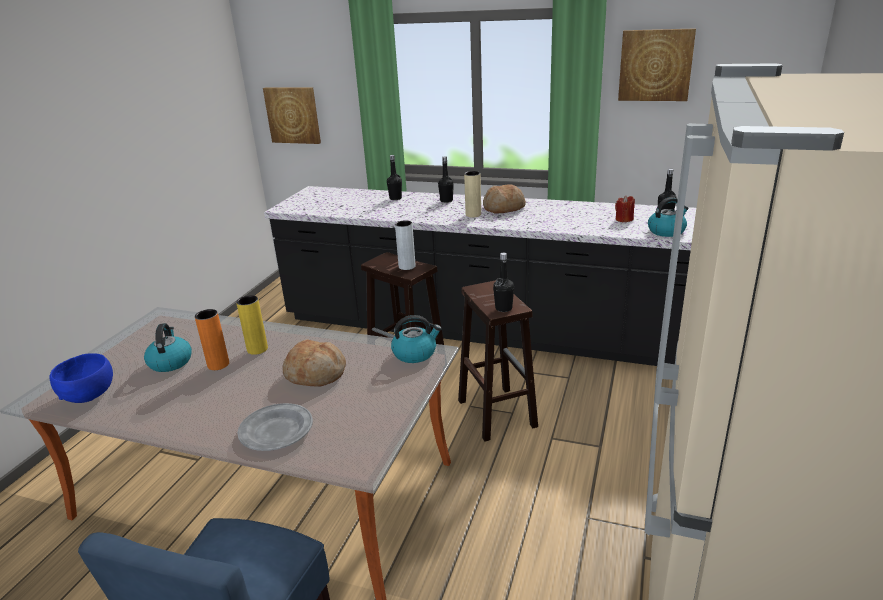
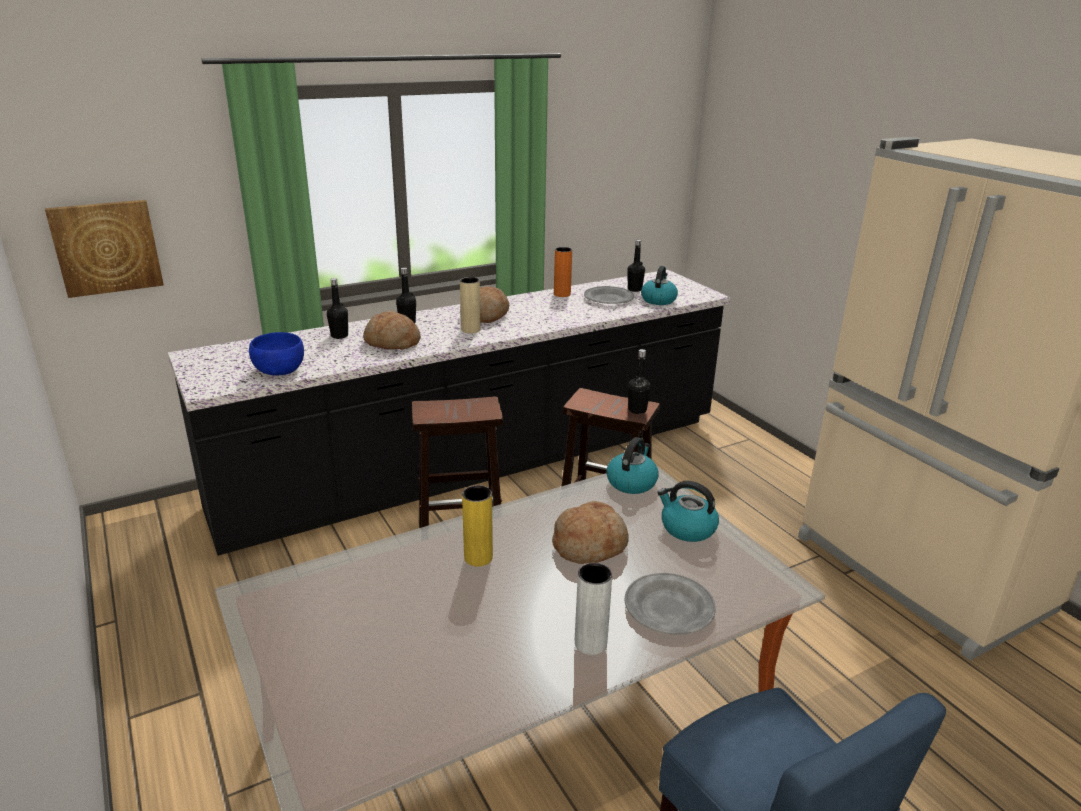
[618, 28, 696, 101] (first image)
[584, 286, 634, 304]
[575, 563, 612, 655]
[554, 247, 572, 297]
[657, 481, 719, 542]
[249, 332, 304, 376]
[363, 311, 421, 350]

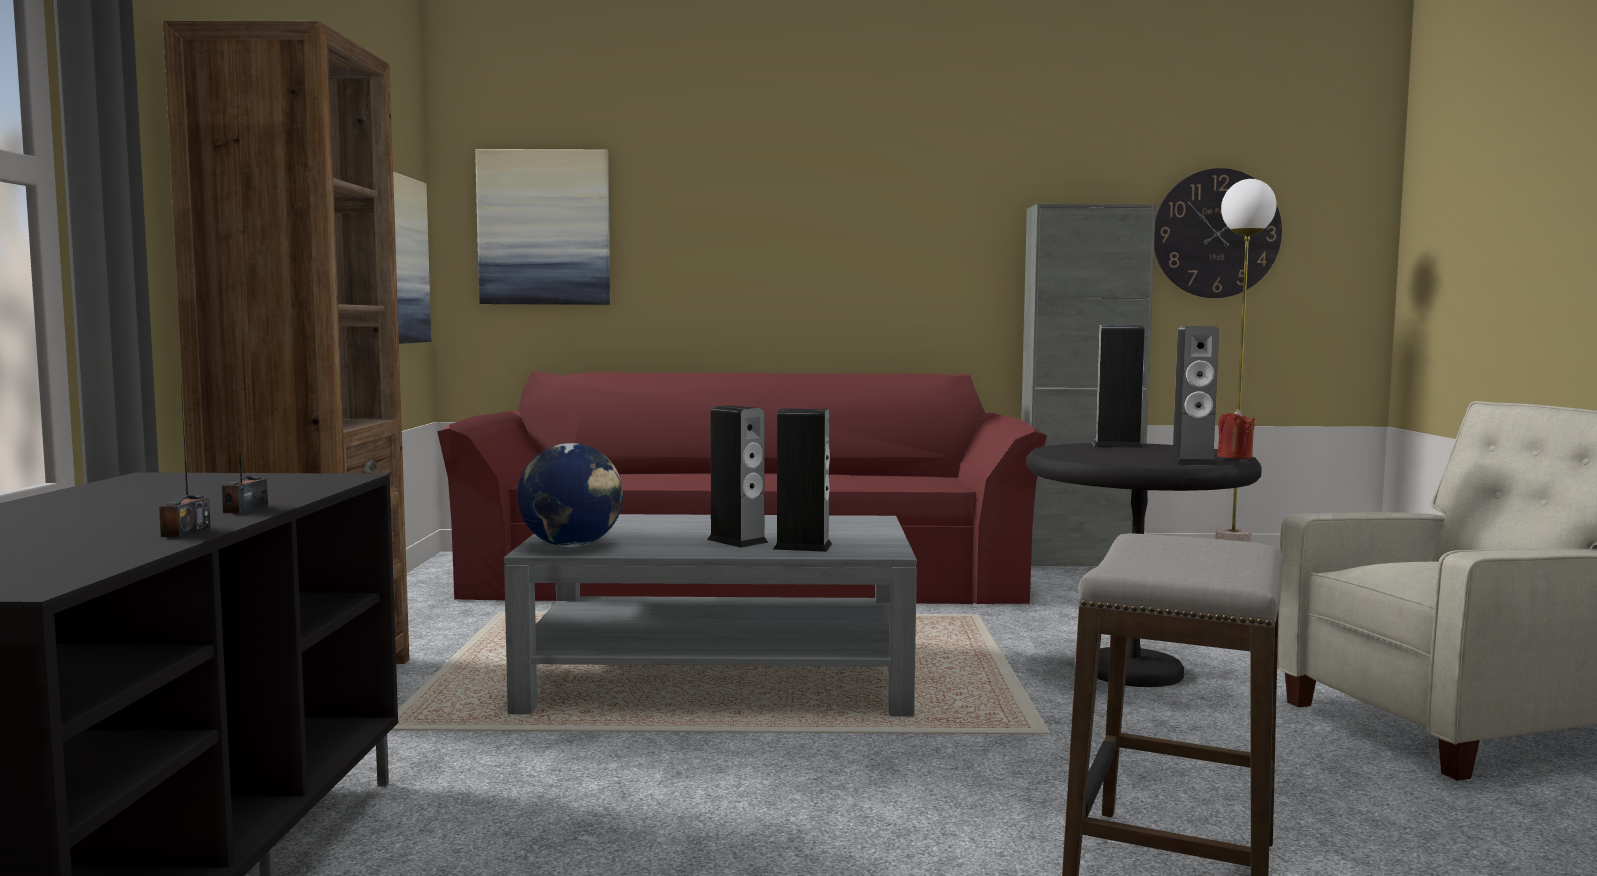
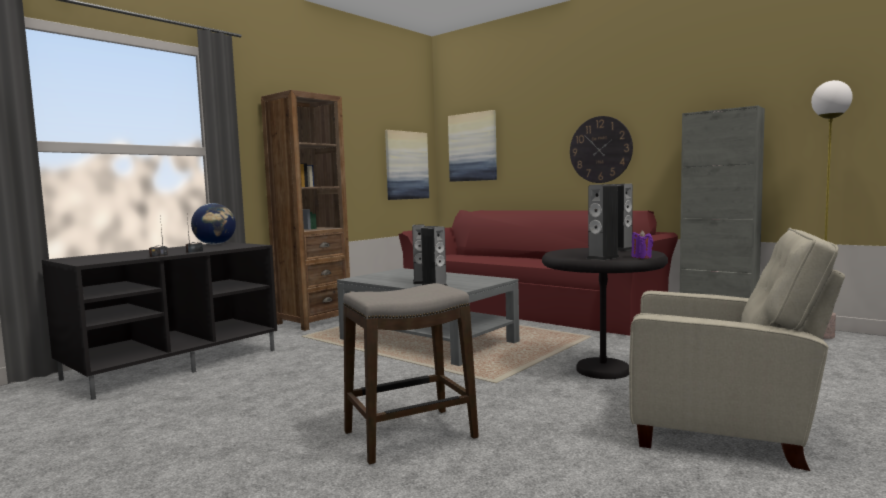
[570, 116, 633, 183]
[631, 230, 653, 259]
[191, 203, 236, 245]

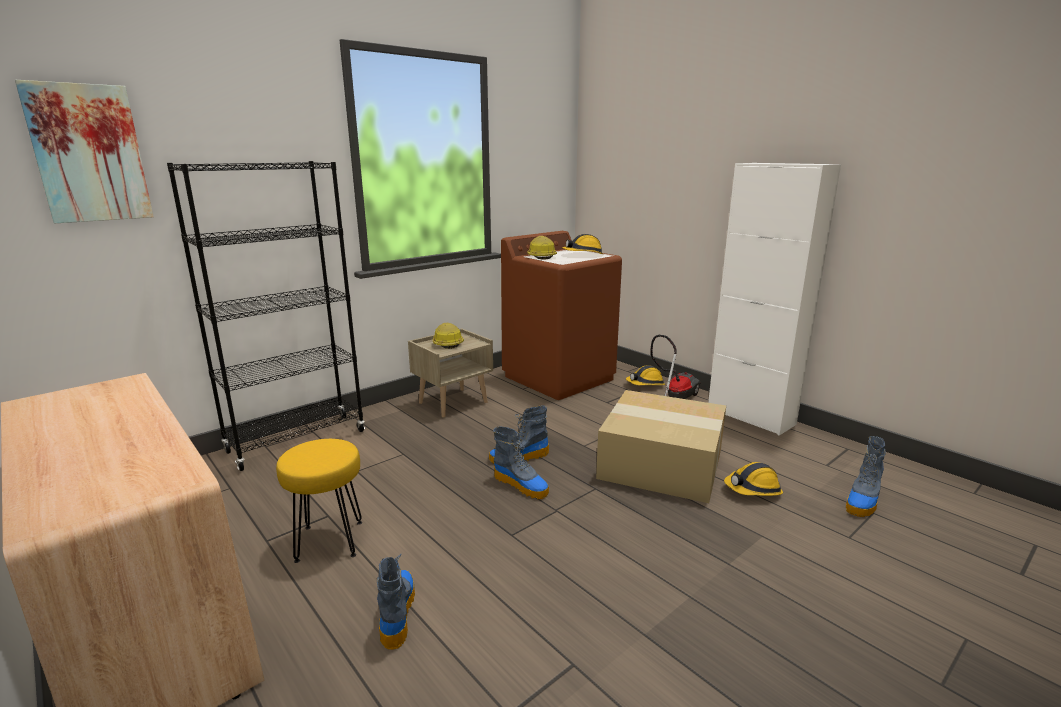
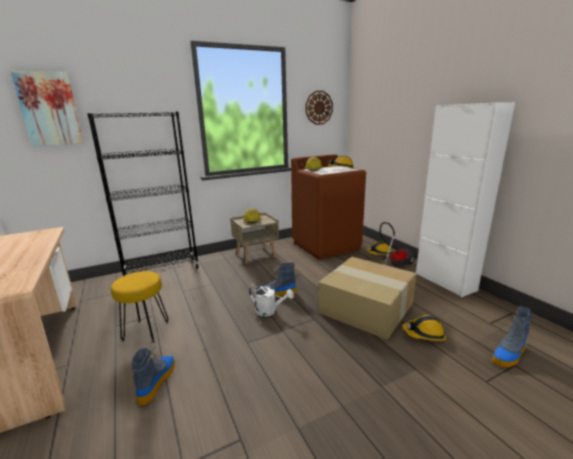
[249, 284, 294, 317]
[306, 91, 333, 125]

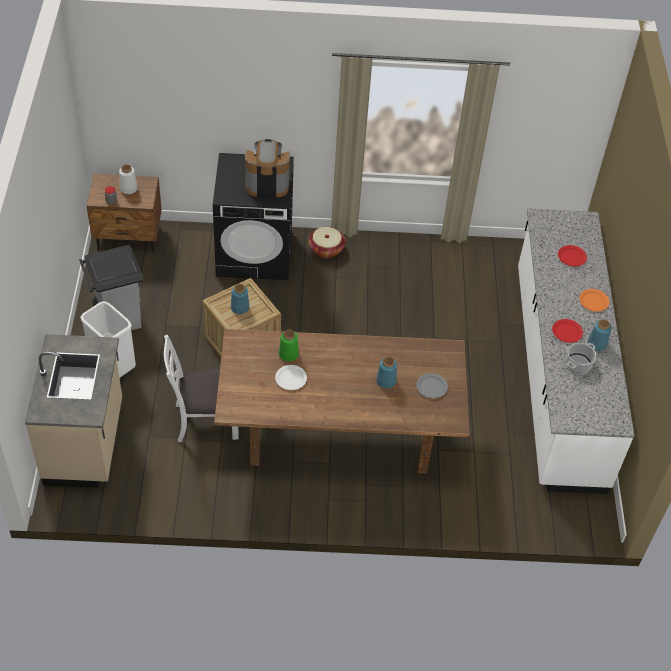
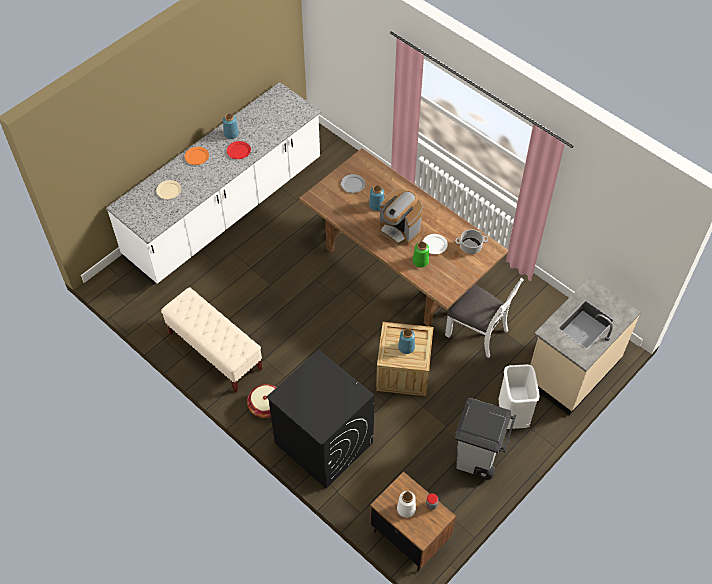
[379, 189, 423, 245]
[156, 180, 181, 199]
[455, 229, 489, 254]
[161, 287, 262, 392]

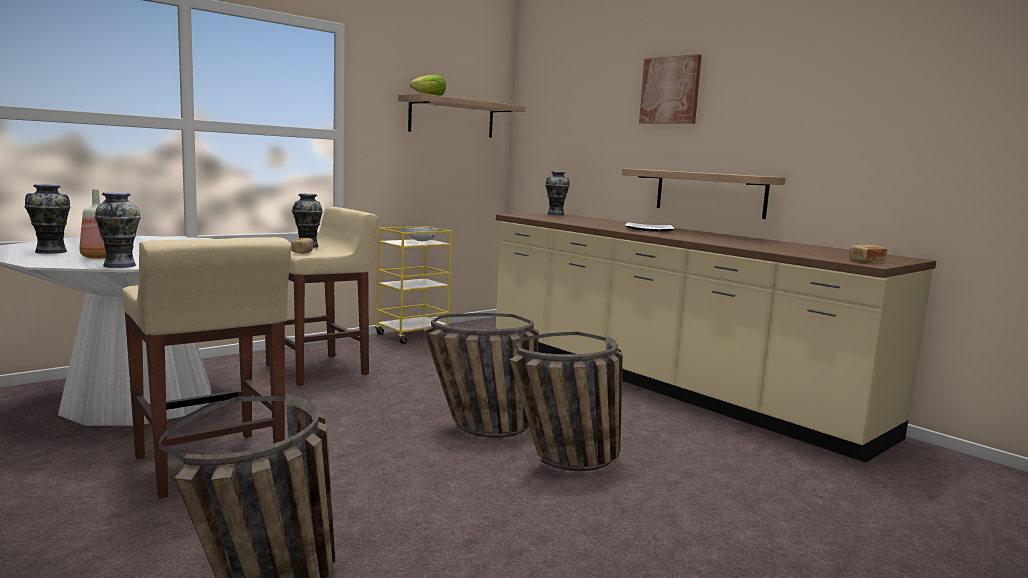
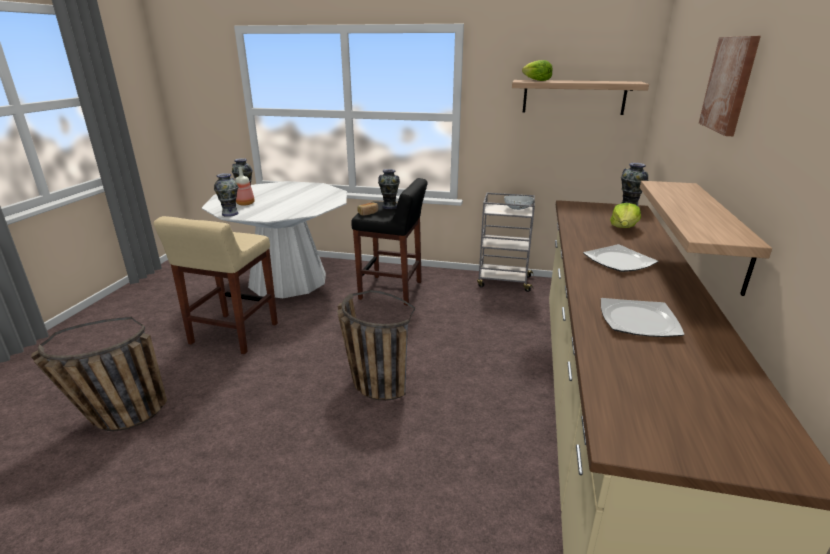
[351, 178, 428, 305]
[477, 193, 535, 292]
[849, 245, 887, 261] (first image)
[509, 332, 623, 471] (first image)
[610, 203, 641, 228]
[601, 298, 685, 337]

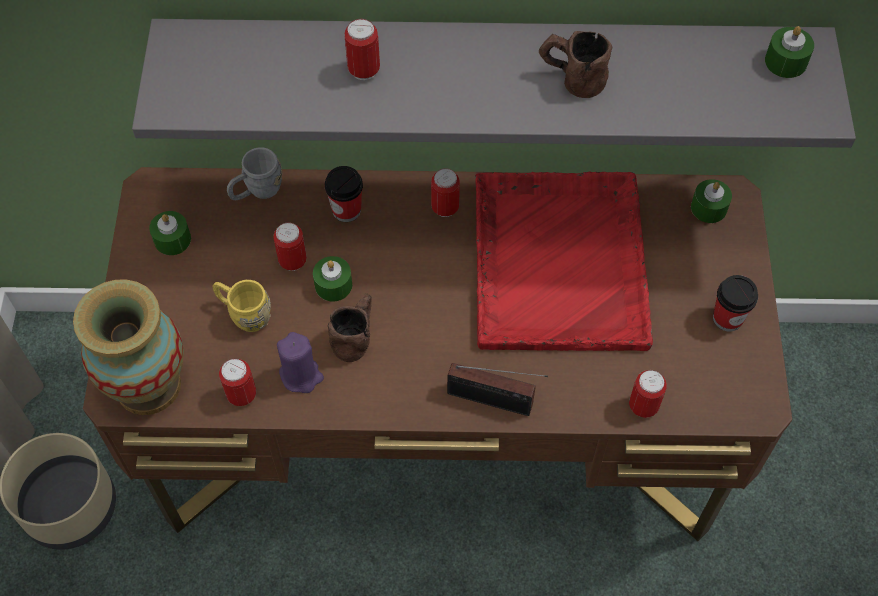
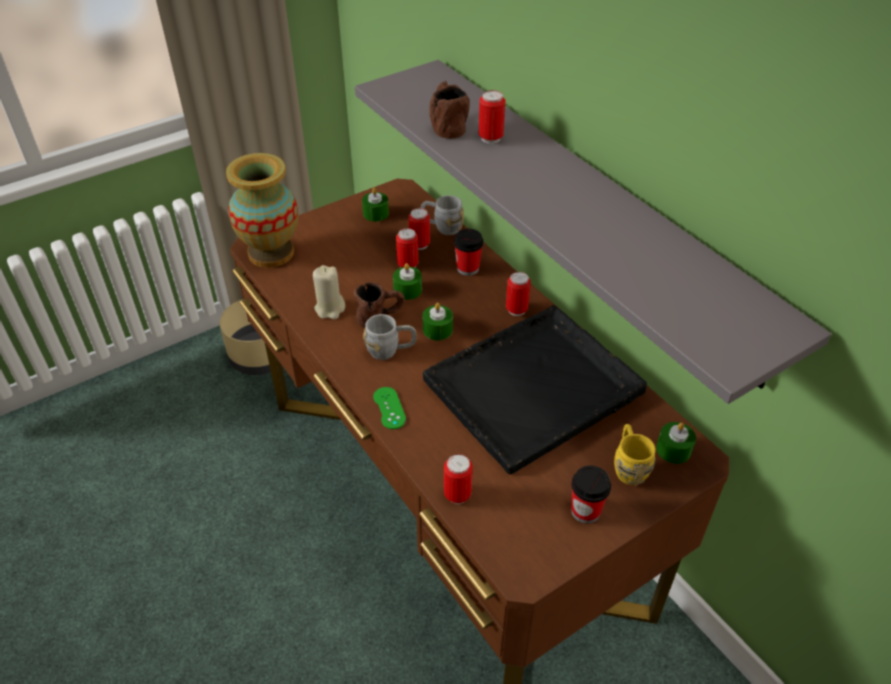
[422, 303, 453, 341]
[429, 81, 470, 139]
[423, 305, 647, 474]
[614, 424, 656, 485]
[313, 265, 345, 319]
[408, 208, 430, 250]
[373, 387, 406, 429]
[363, 314, 417, 360]

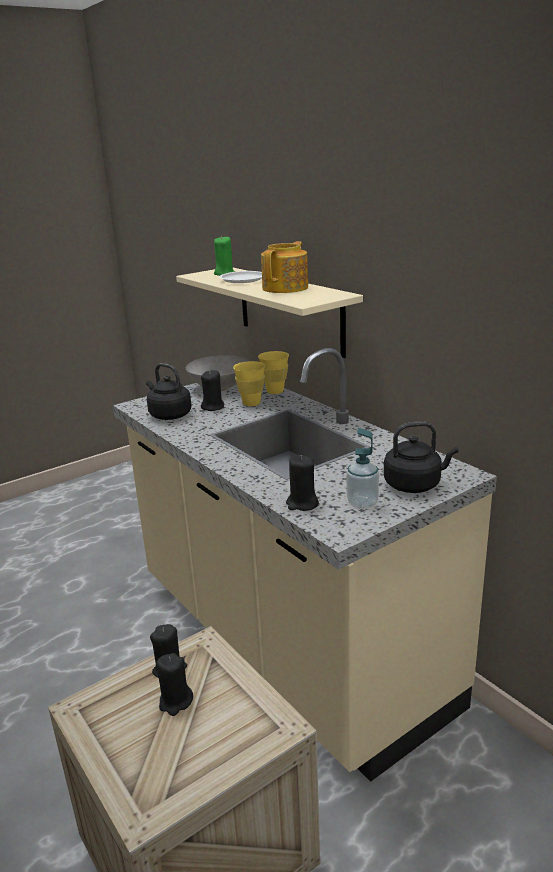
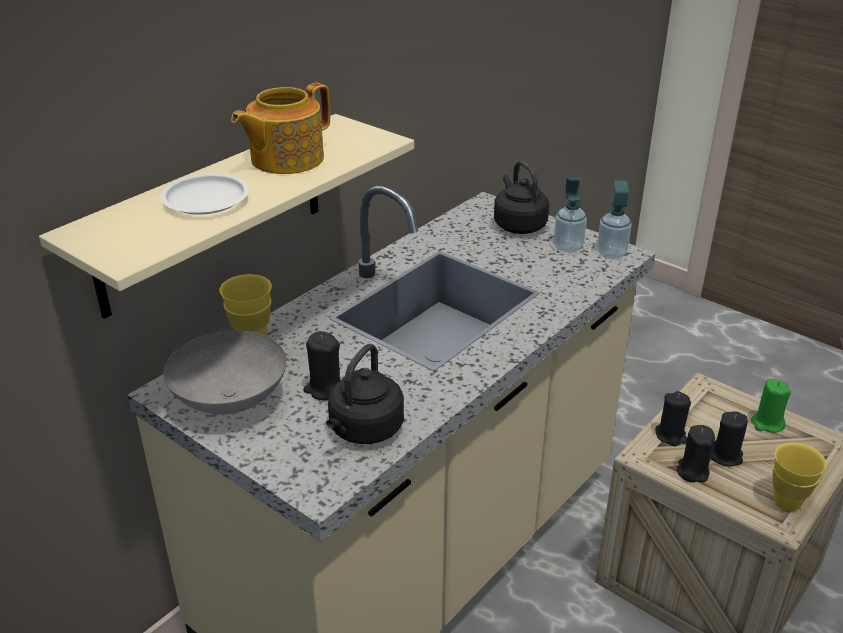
[751, 379, 791, 433]
[231, 83, 330, 174]
[772, 442, 827, 511]
[655, 391, 691, 446]
[597, 181, 631, 259]

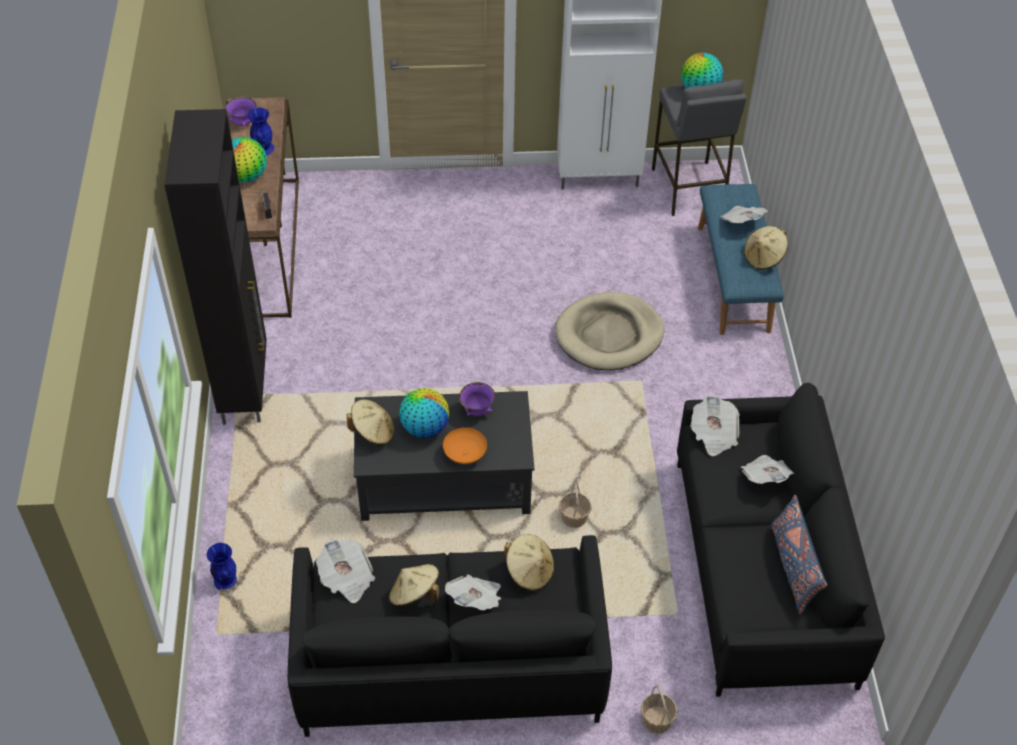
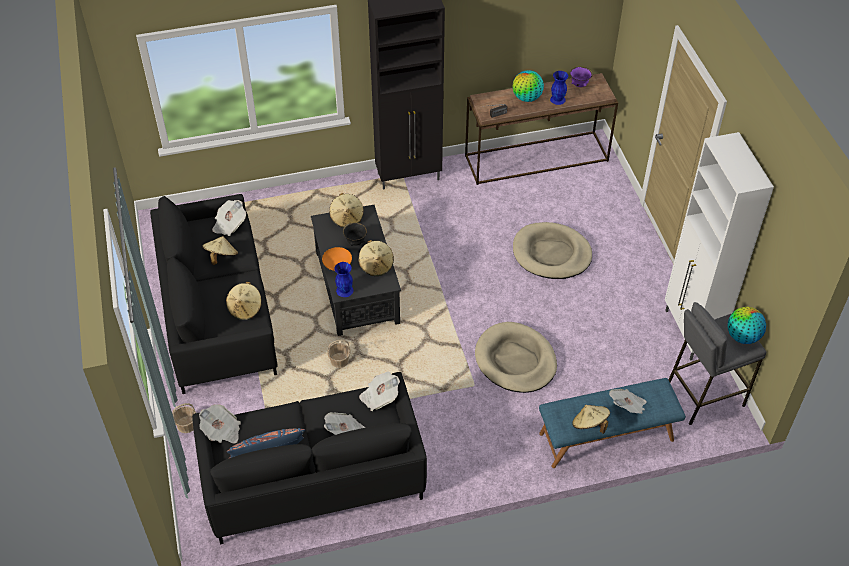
[358, 240, 394, 276]
[343, 223, 367, 246]
[334, 262, 353, 297]
[199, 404, 241, 444]
[513, 222, 592, 279]

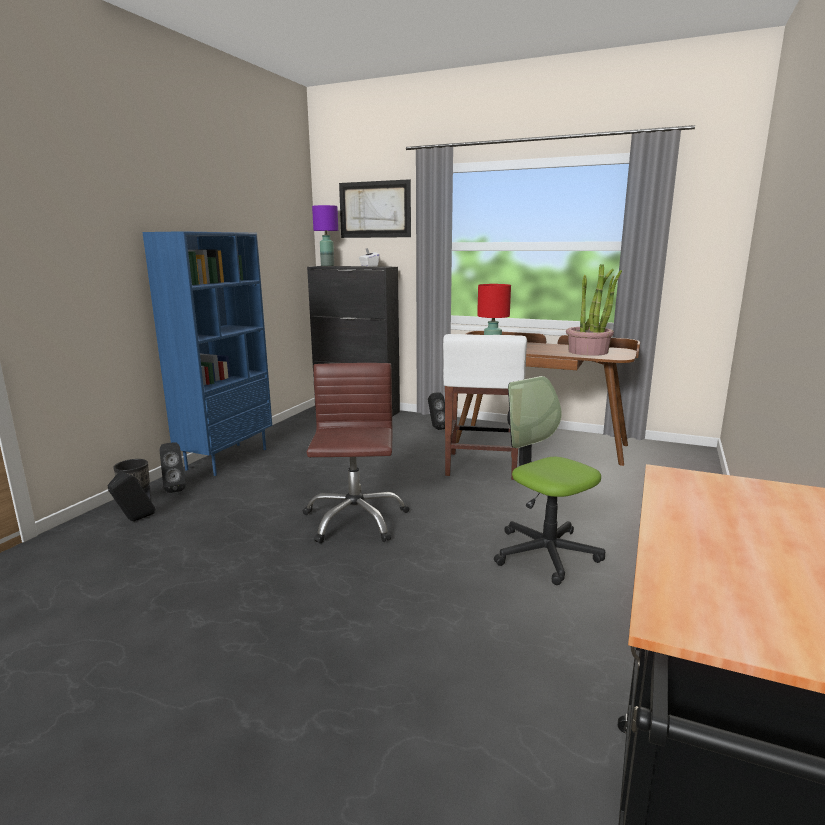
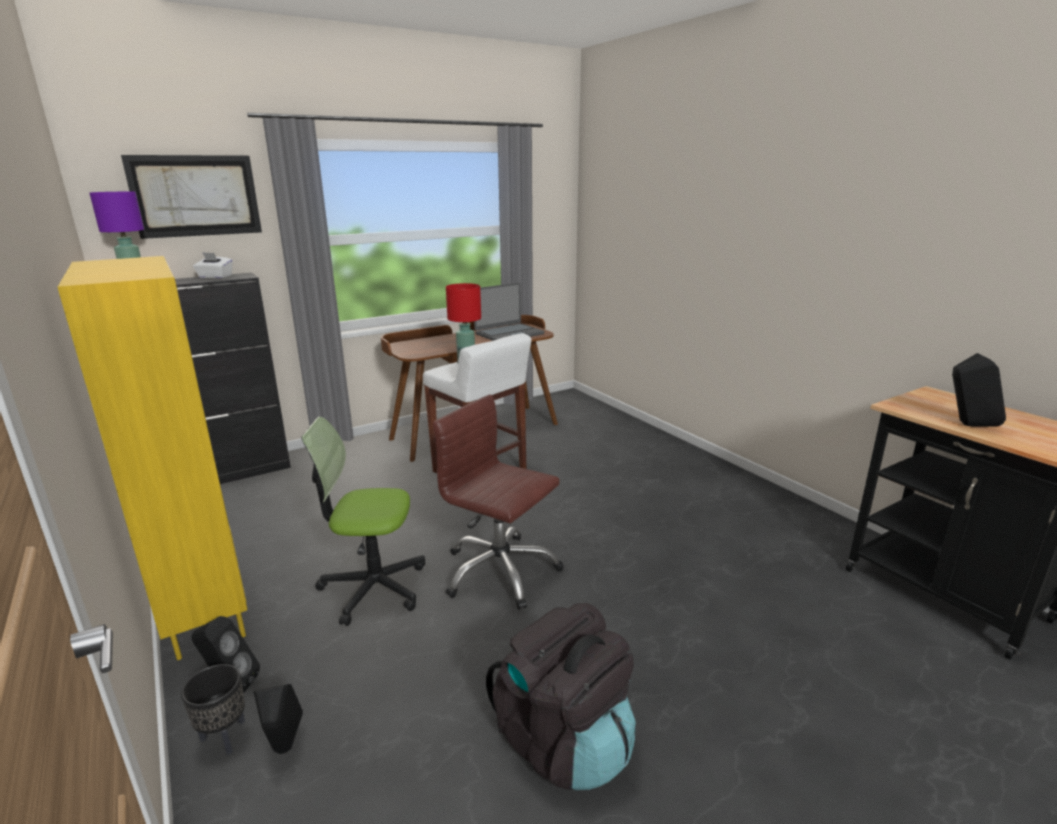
[58, 256, 247, 660]
[474, 283, 544, 341]
[301, 417, 425, 626]
[952, 353, 1006, 427]
[486, 603, 636, 790]

